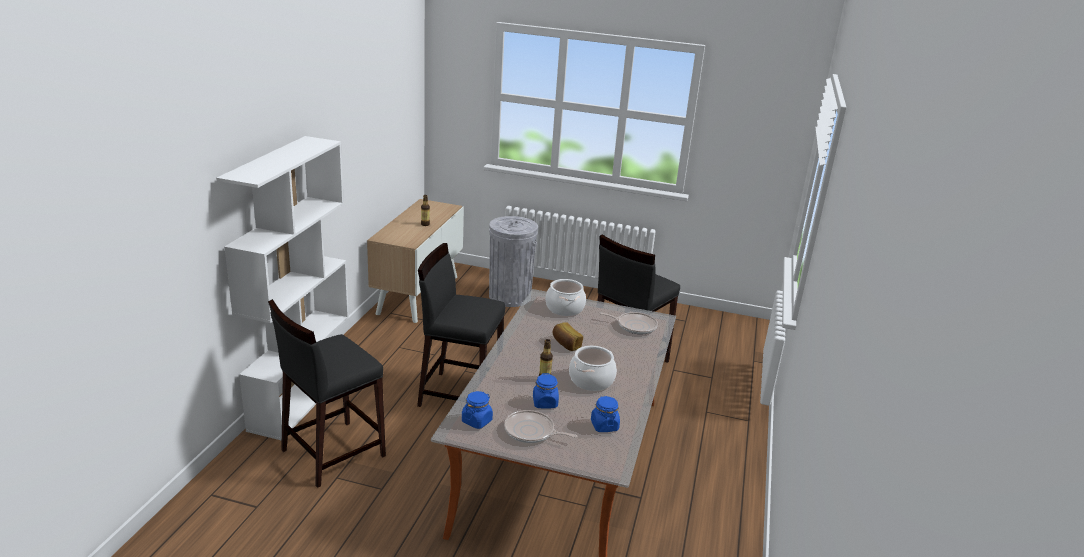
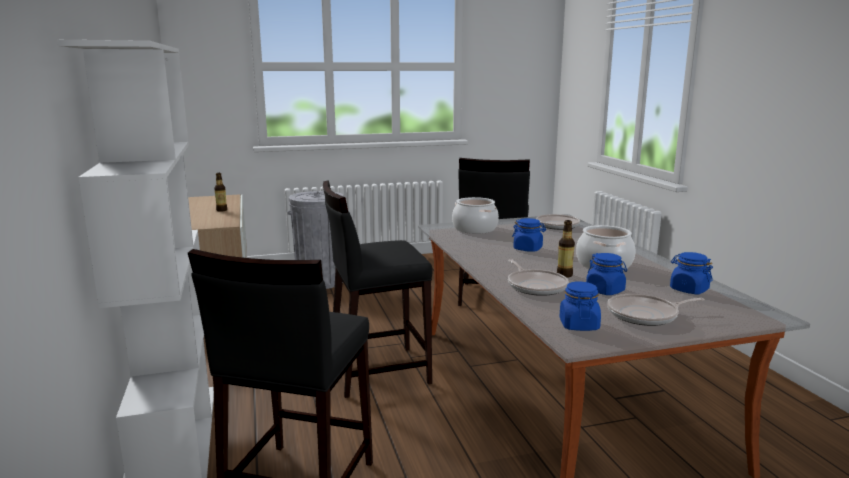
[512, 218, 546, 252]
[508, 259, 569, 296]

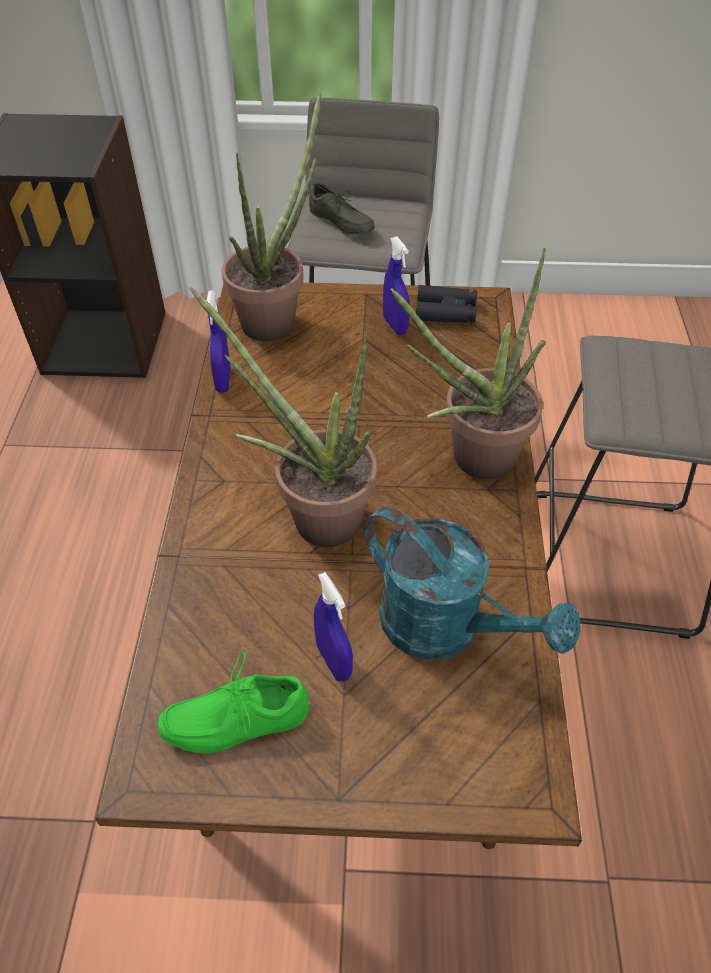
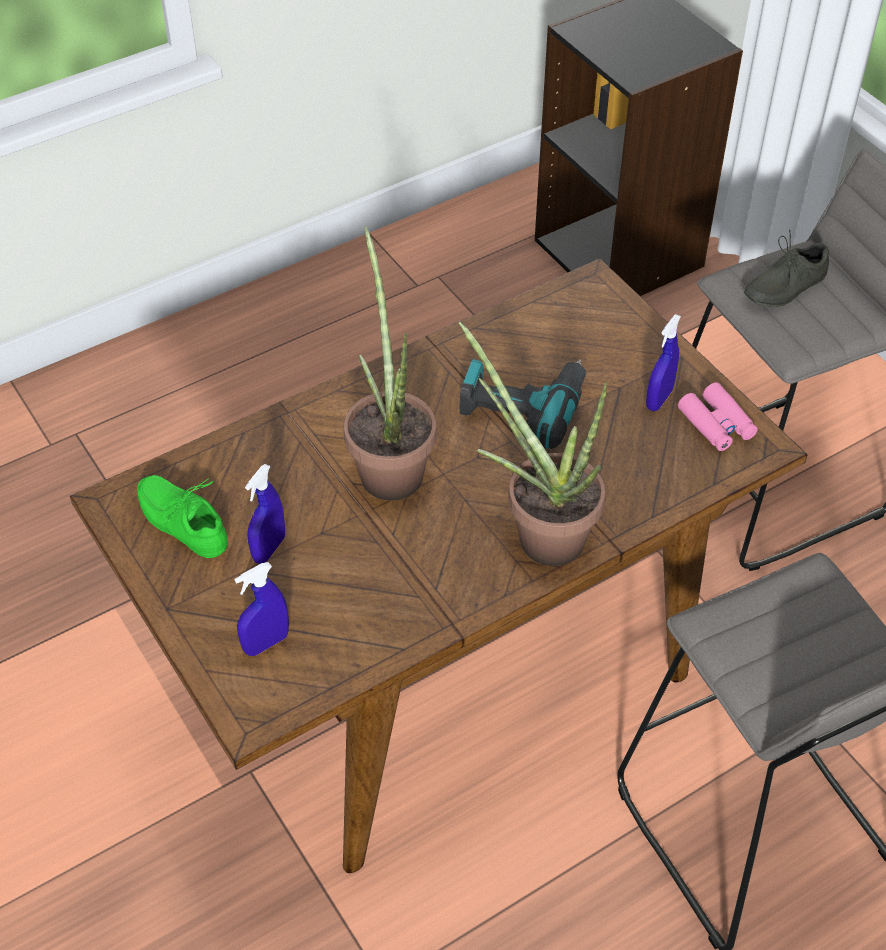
[222, 89, 321, 341] (first image)
[744, 230, 829, 307]
[678, 382, 758, 451]
[234, 562, 289, 656]
[364, 507, 581, 660] (first image)
[460, 359, 586, 449]

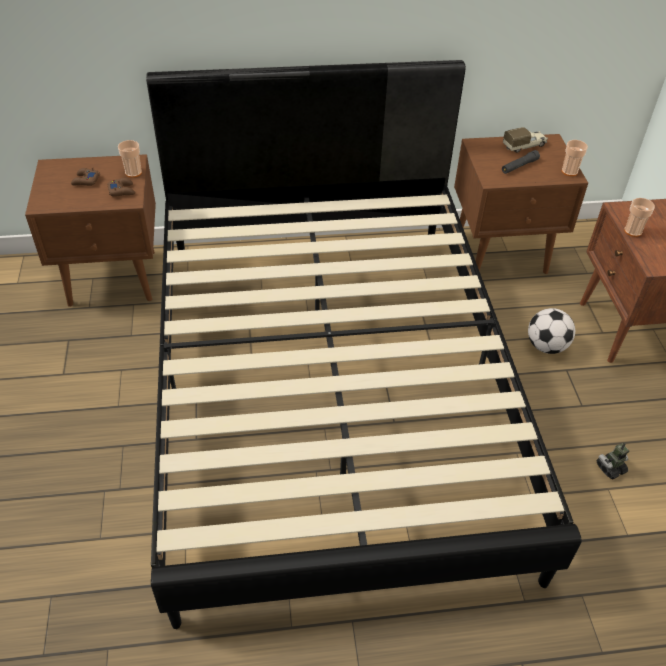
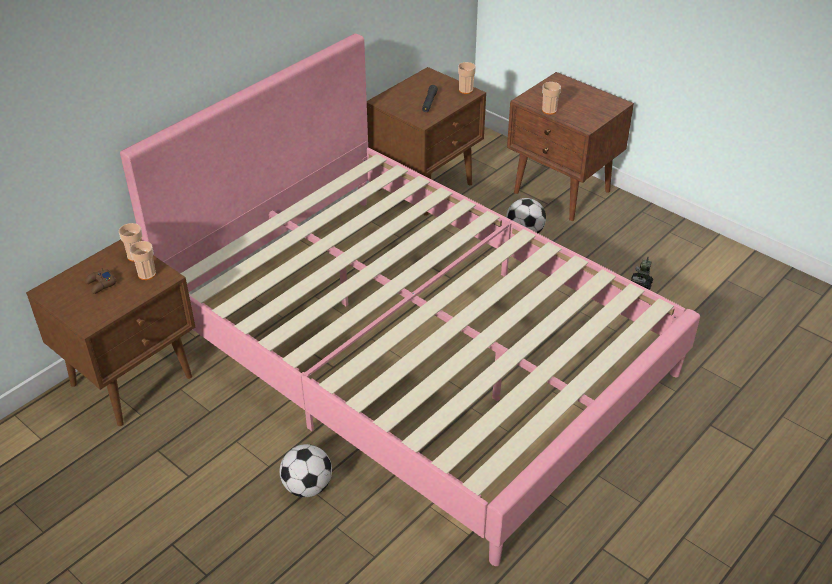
[120, 34, 700, 566]
[503, 127, 548, 153] (first image)
[129, 241, 156, 280]
[280, 444, 332, 497]

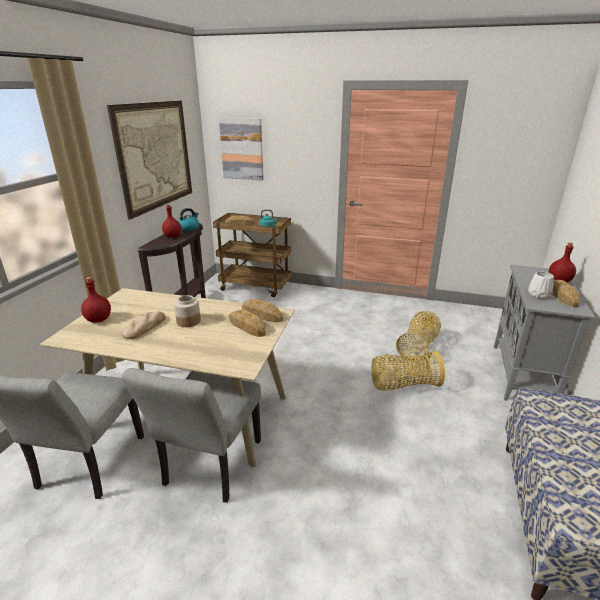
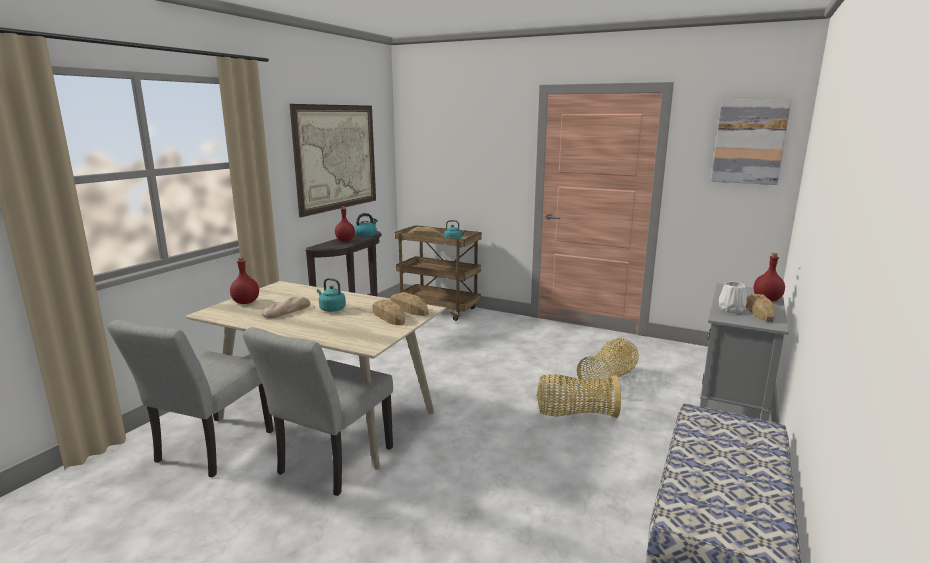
[711, 99, 791, 185]
[317, 278, 346, 312]

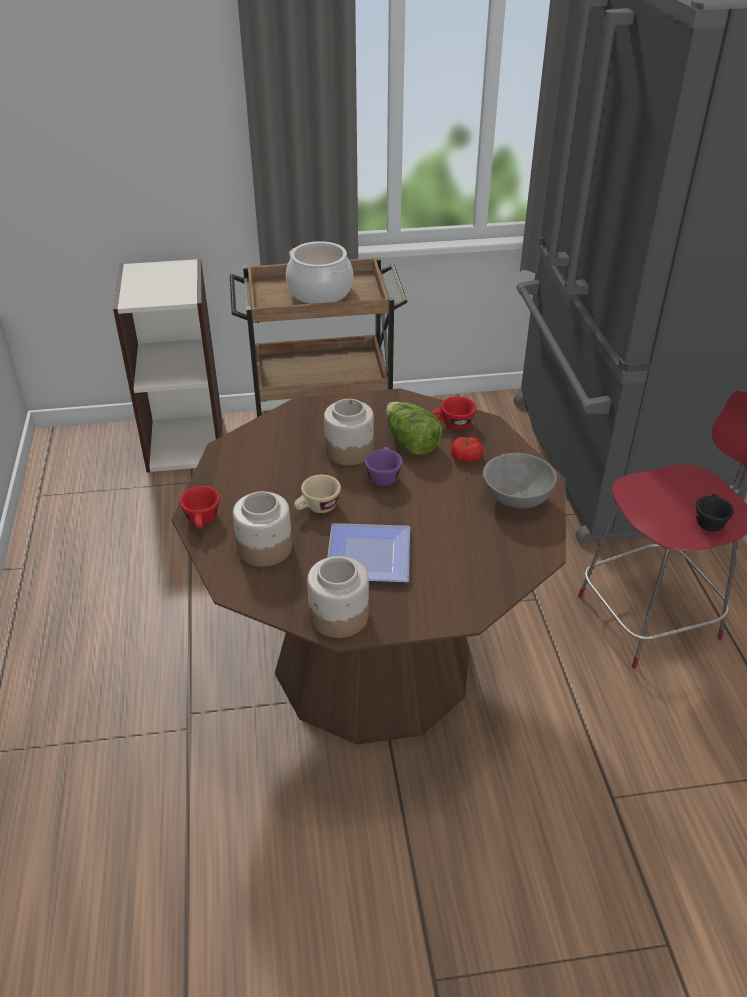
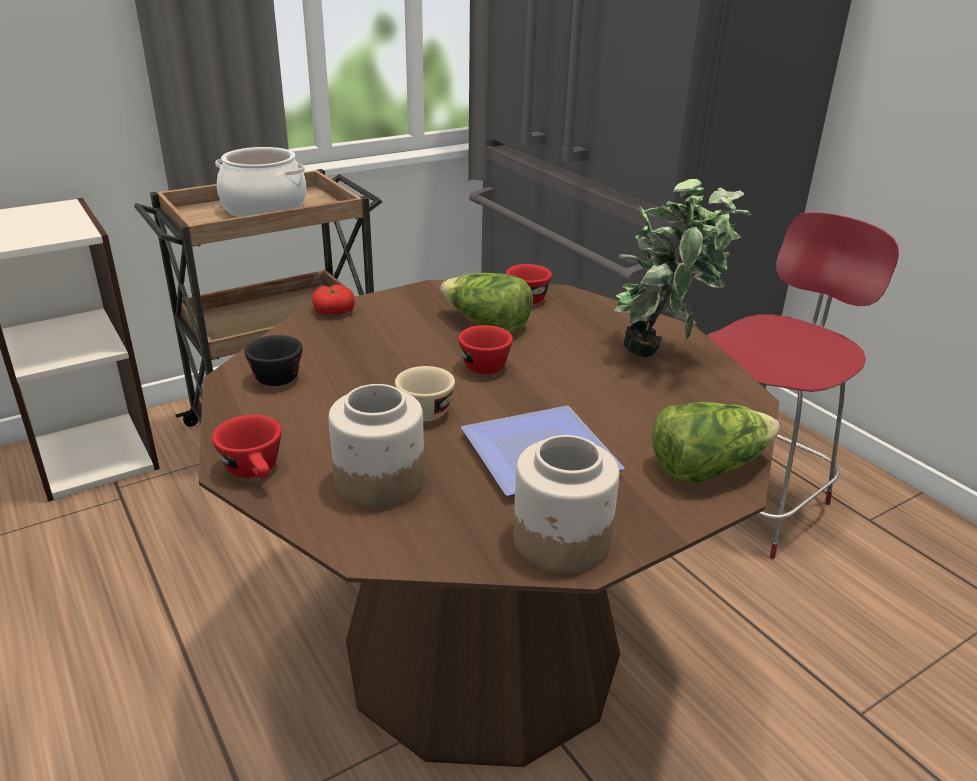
[324, 399, 374, 465] (first image)
[312, 285, 355, 315]
[458, 325, 513, 374]
[614, 179, 752, 357]
[244, 335, 303, 386]
[651, 402, 780, 483]

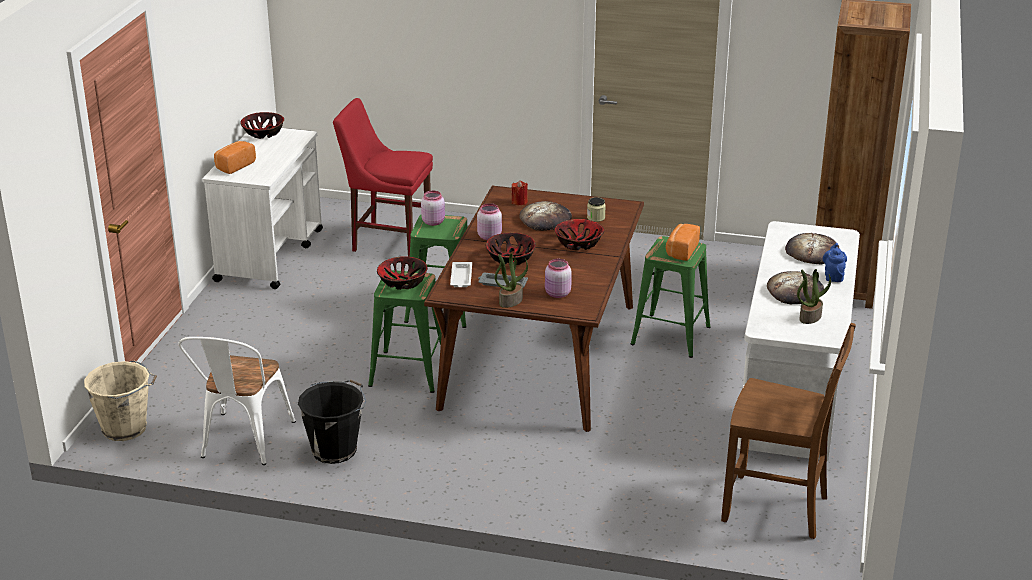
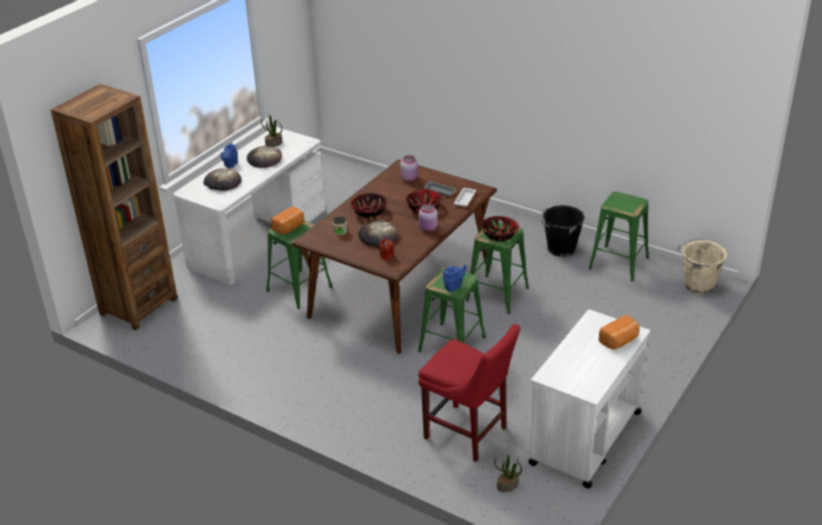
[240, 112, 284, 139] (first image)
[443, 265, 466, 292]
[494, 455, 522, 492]
[721, 323, 856, 539] (first image)
[589, 192, 649, 281]

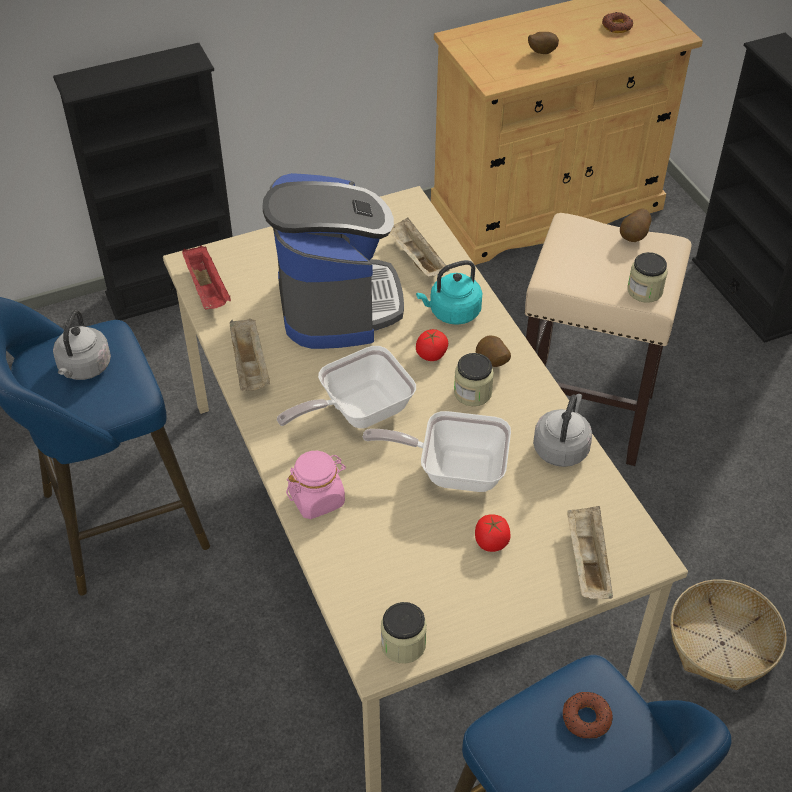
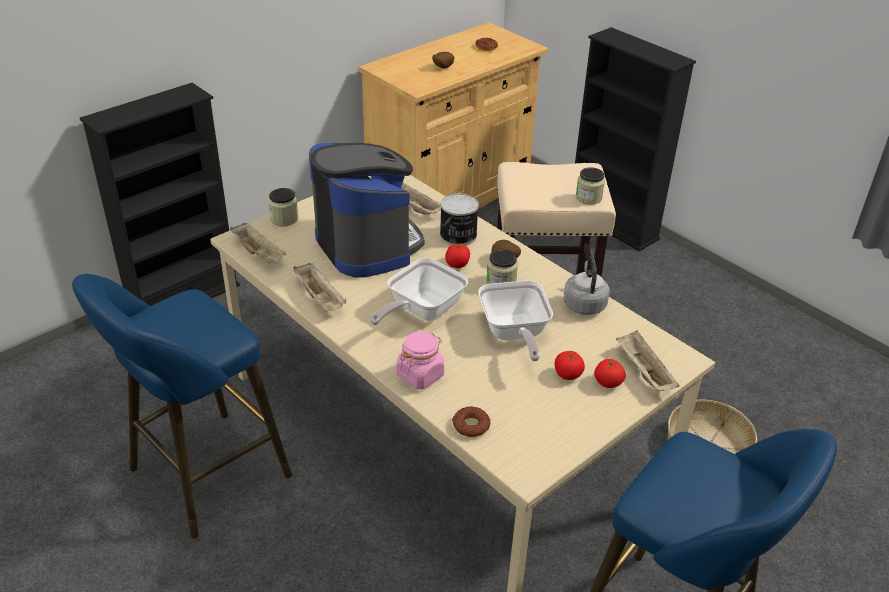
[620, 209, 652, 242] (first image)
[230, 223, 286, 264]
[440, 193, 479, 245]
[53, 309, 111, 380] (first image)
[478, 280, 553, 361]
[268, 188, 298, 226]
[452, 406, 490, 437]
[594, 359, 626, 388]

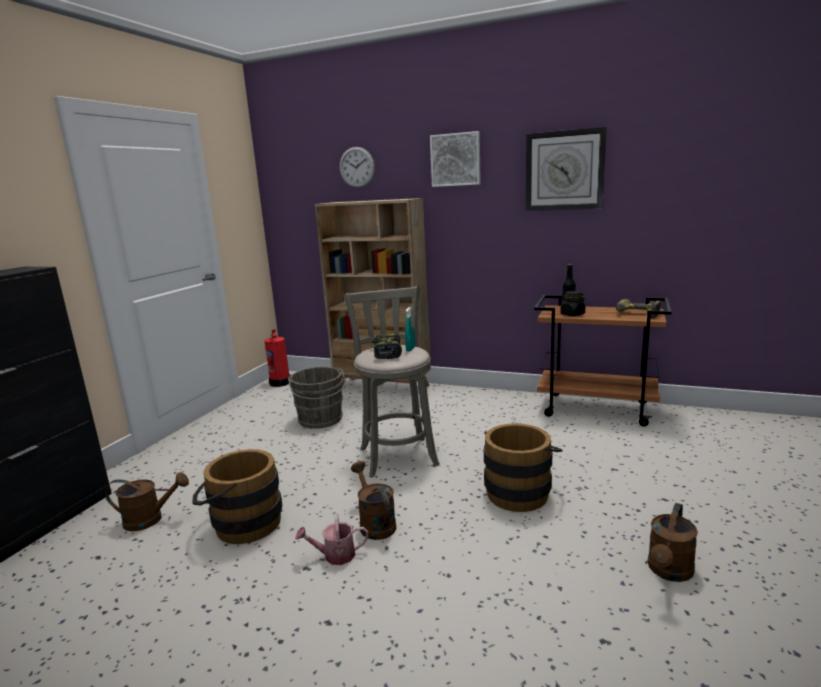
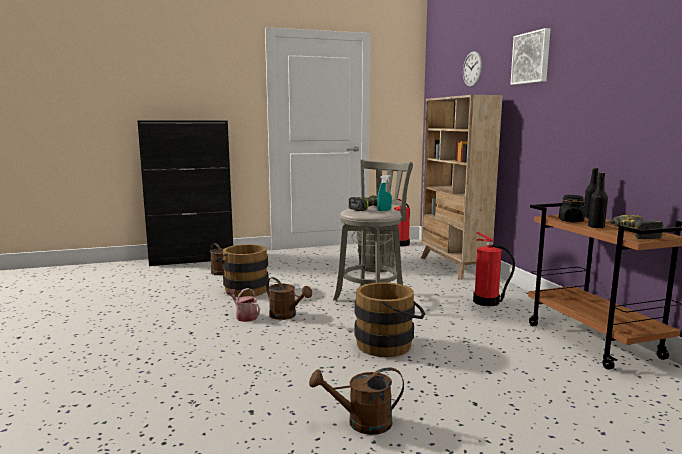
[526, 127, 606, 211] (first image)
[266, 277, 312, 320]
[588, 172, 608, 228]
[473, 232, 515, 306]

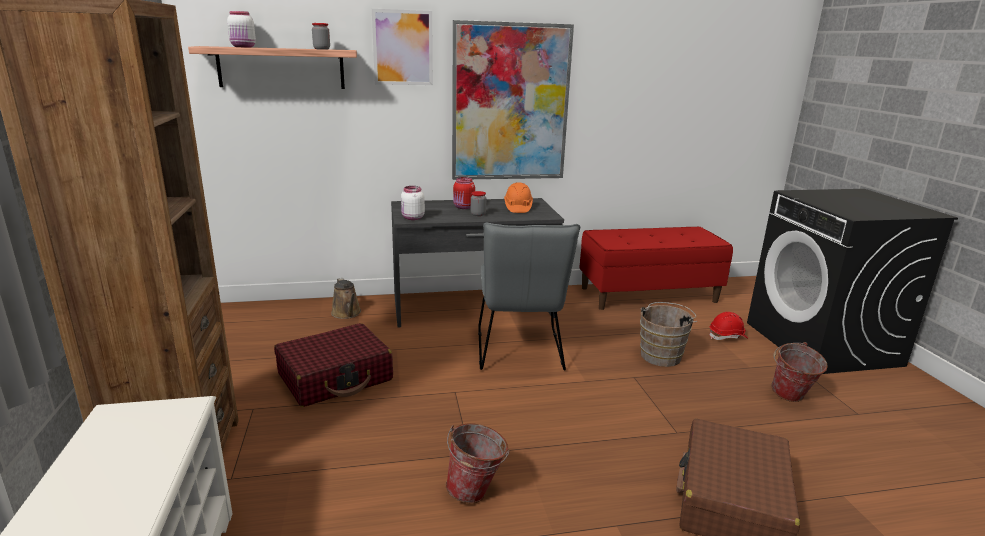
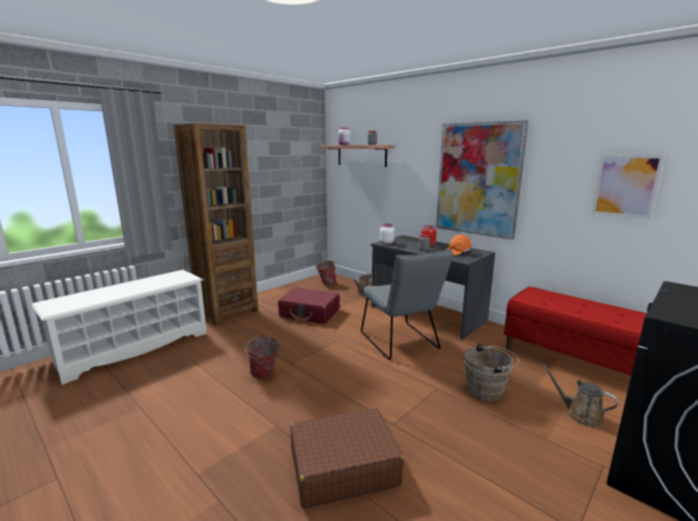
[592, 155, 664, 219]
[361, 249, 453, 360]
[543, 365, 618, 427]
[315, 261, 336, 285]

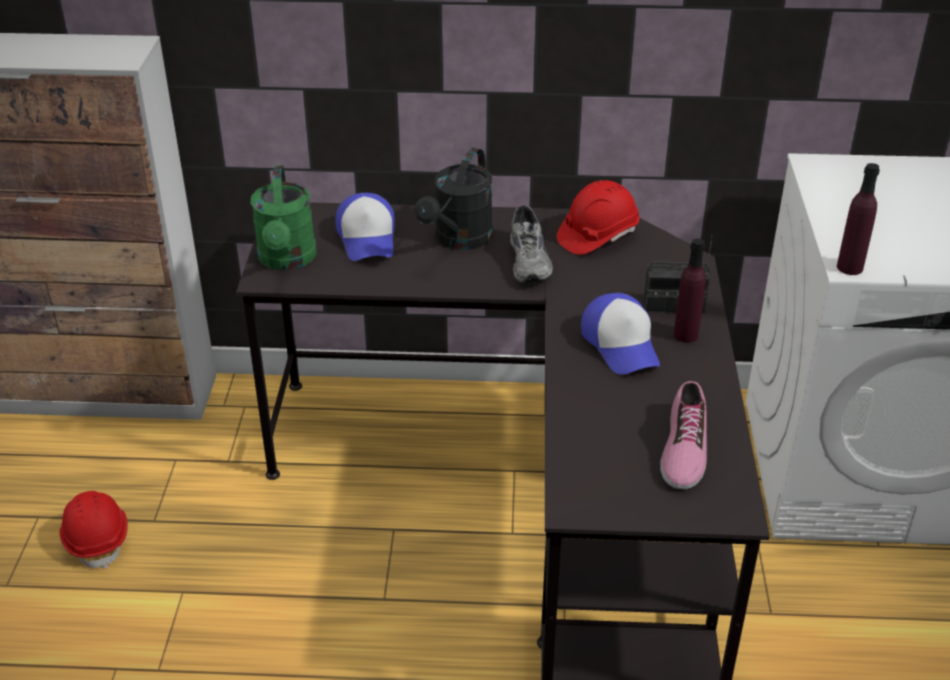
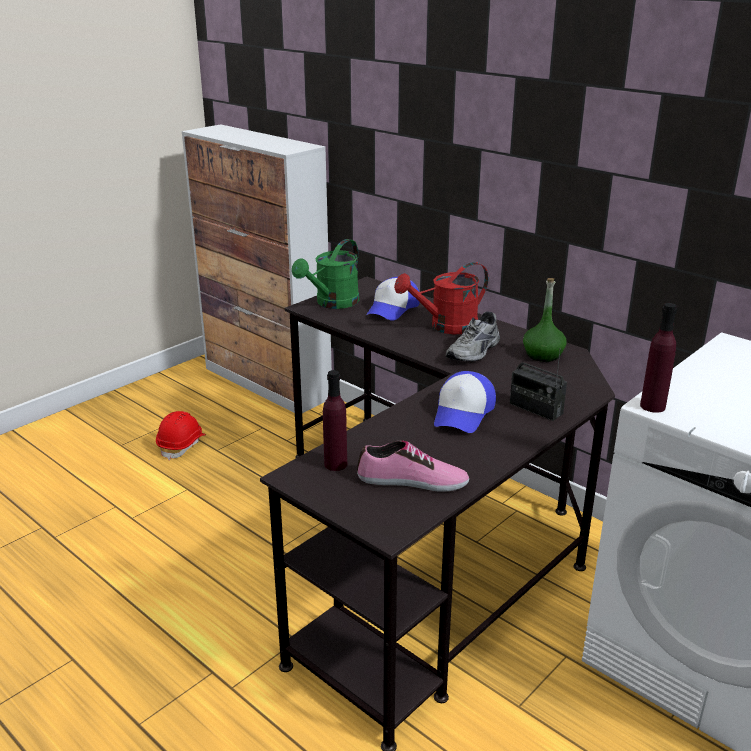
[394, 262, 488, 334]
[523, 278, 567, 362]
[323, 370, 347, 471]
[357, 441, 469, 492]

